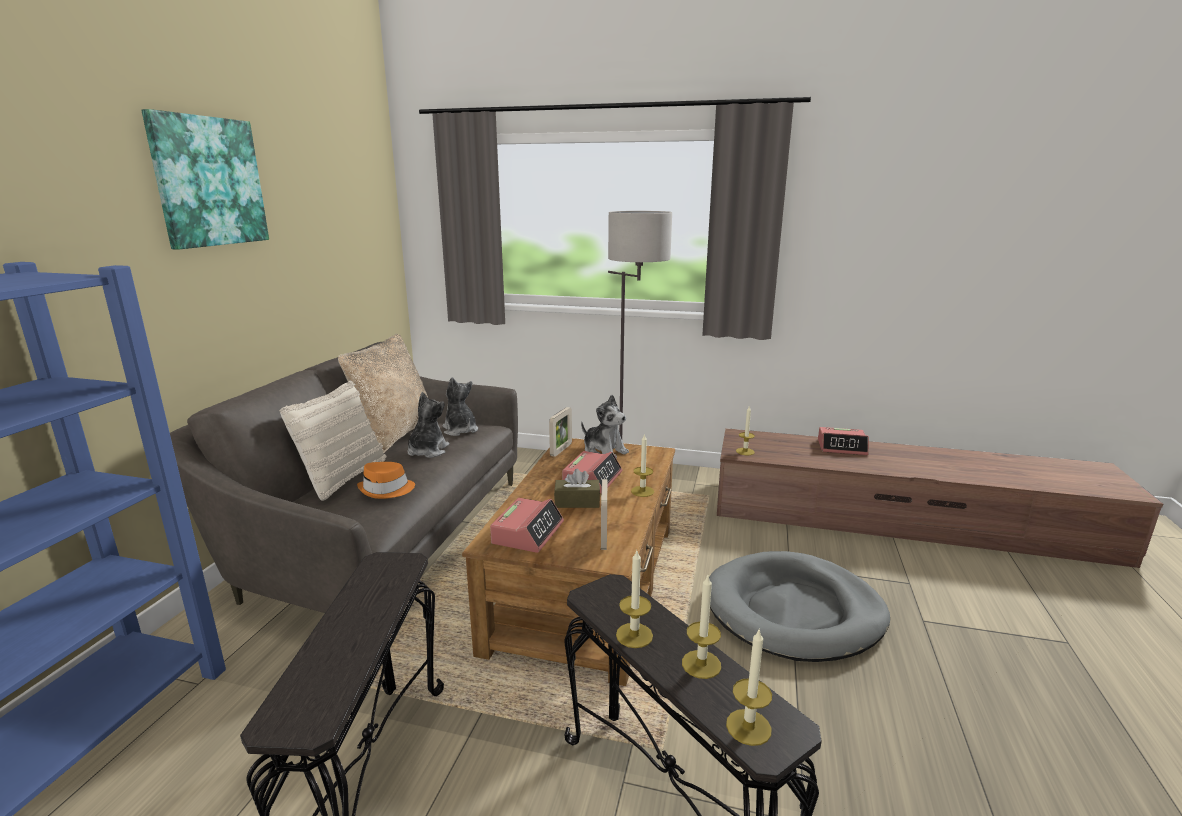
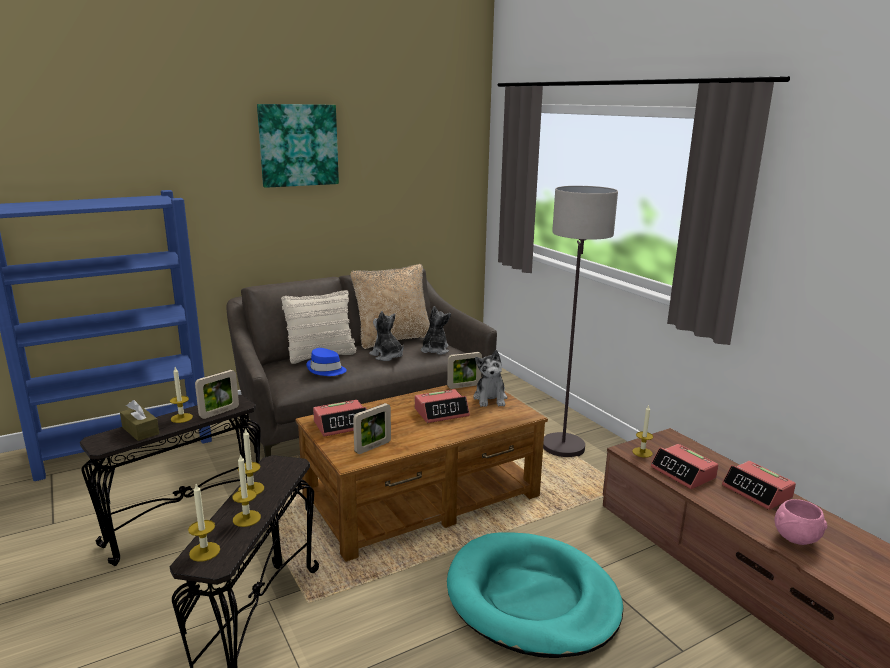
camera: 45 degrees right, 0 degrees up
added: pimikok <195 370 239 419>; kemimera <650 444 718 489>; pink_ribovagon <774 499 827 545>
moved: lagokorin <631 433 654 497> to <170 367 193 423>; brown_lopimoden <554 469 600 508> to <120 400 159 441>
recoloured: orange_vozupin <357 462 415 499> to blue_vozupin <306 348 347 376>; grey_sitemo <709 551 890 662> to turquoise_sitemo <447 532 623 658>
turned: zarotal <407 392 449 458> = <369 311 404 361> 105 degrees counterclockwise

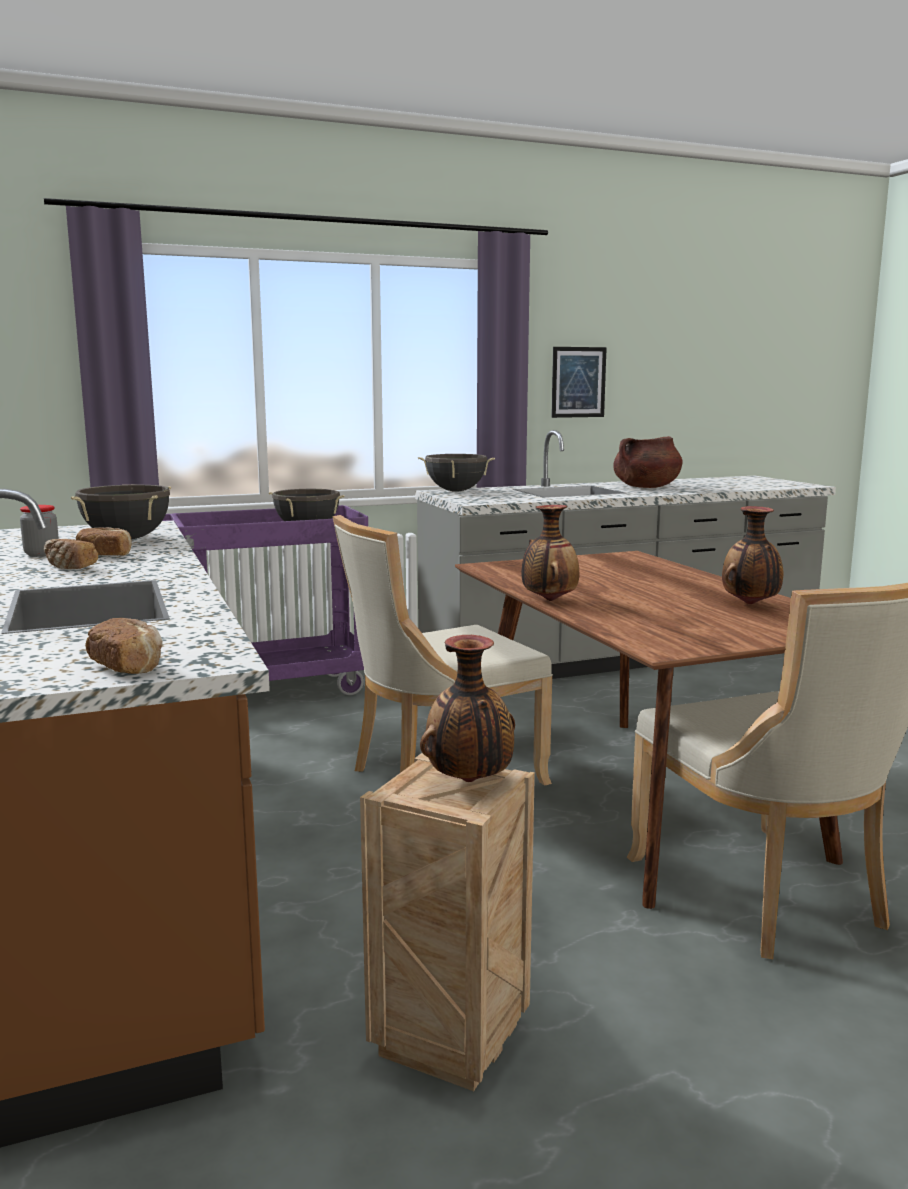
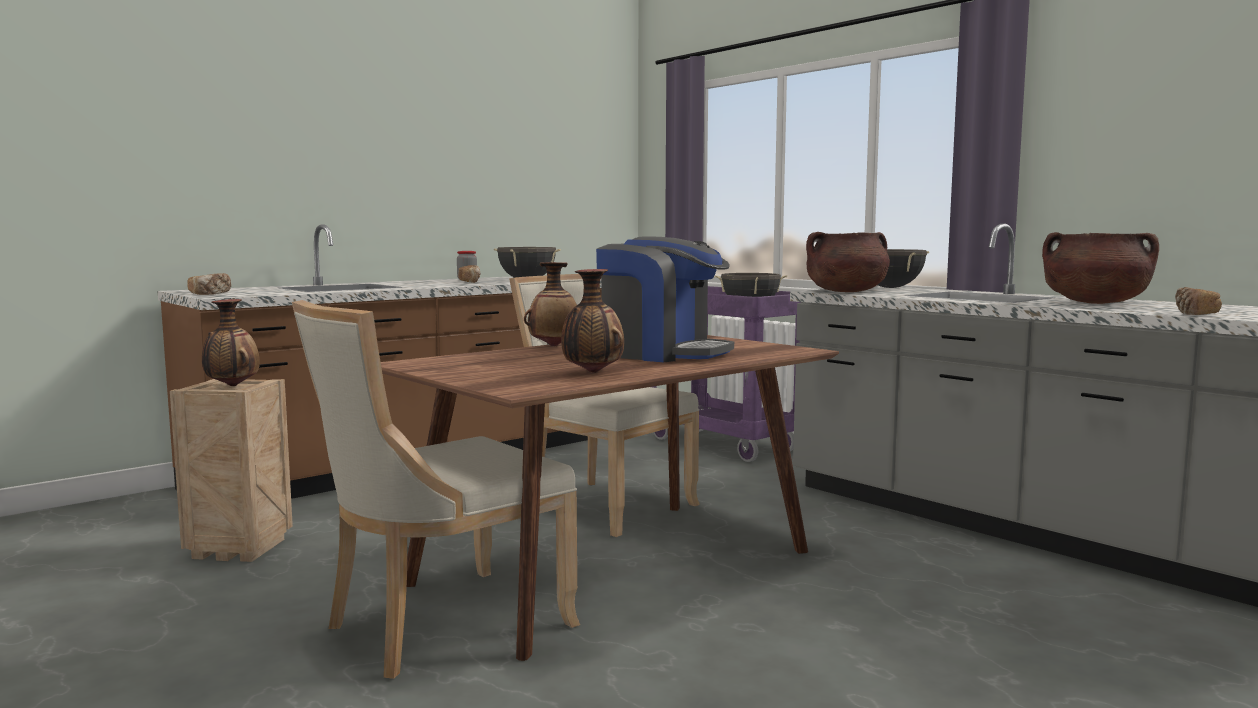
camera: 70 degrees right, 5 degrees down
removed: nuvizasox <551 347 607 418>
added: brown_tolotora <806 232 890 292>; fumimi <596 236 734 362>
moved: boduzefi <44 539 98 569> to <1175 287 1222 315>

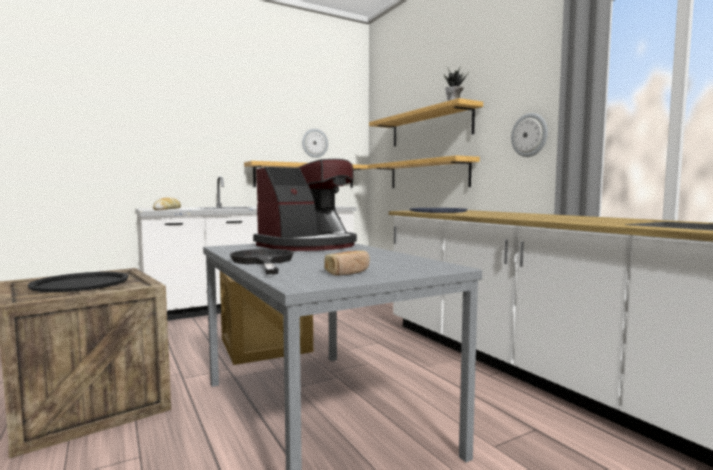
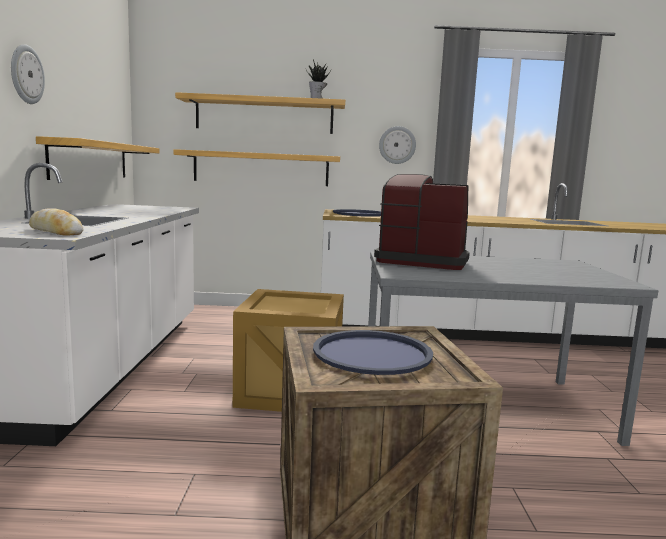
camera: 60 degrees left, 5 degrees up
removed: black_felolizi <230 249 294 274>; boduzefi <324 251 370 276>
moved: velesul <302 129 328 158> to <11 44 45 104>
recoloured: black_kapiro <28 272 128 292> to blue_kapiro <313 330 433 375>
turned: fumimi <253 159 357 251> = <374 174 470 270> 60 degrees counterclockwise

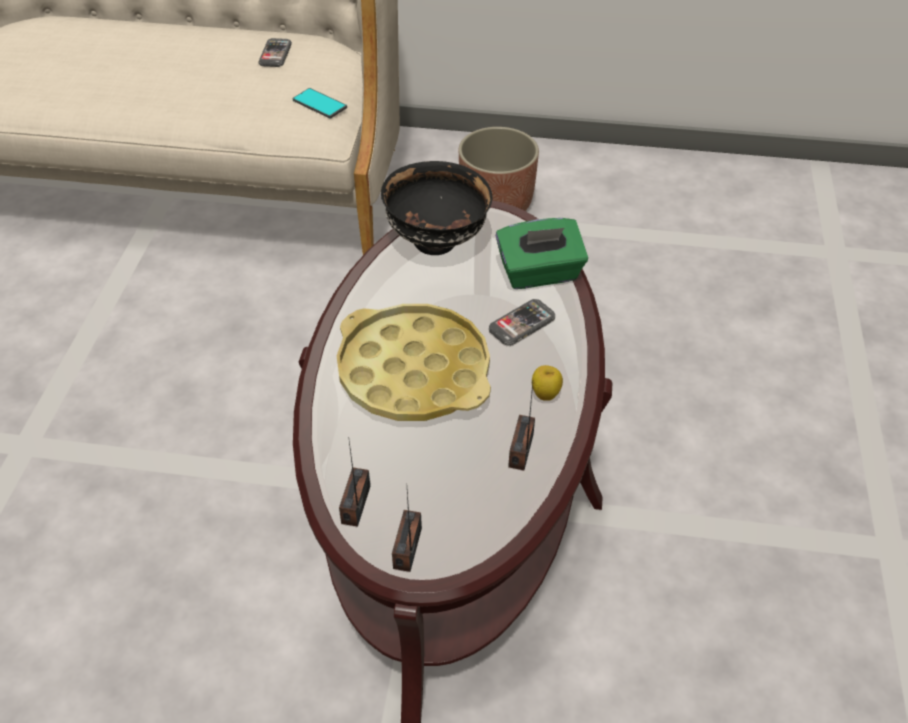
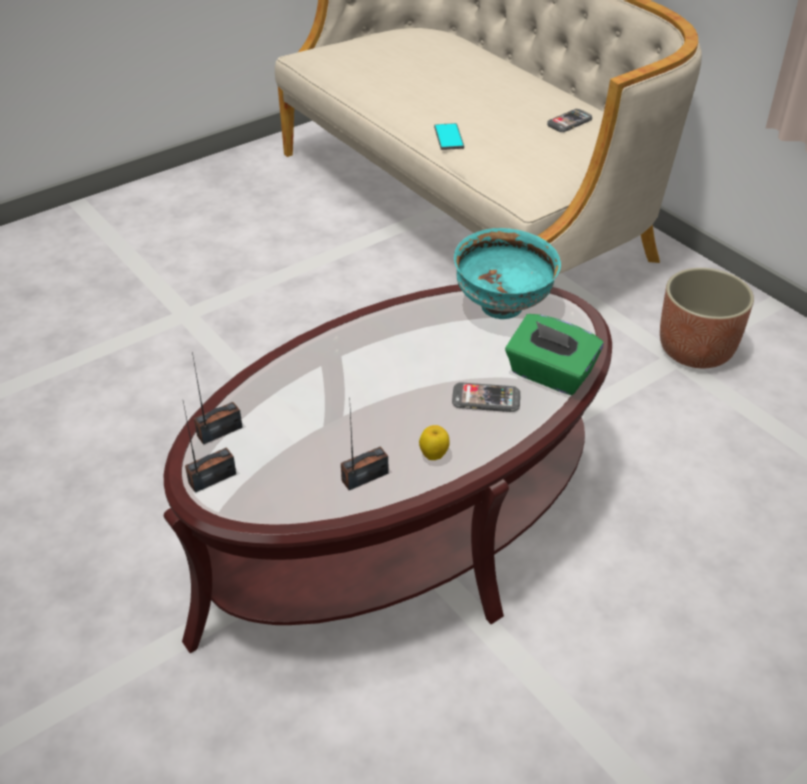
camera: 45 degrees right, 5 degrees down
removed: yellow_kapiro <337 304 491 421>
moved: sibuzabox <292 88 347 118> to <434 123 464 150>
recoloured: black_ribovagon <381 161 492 255> to turquoise_ribovagon <454 228 561 319>

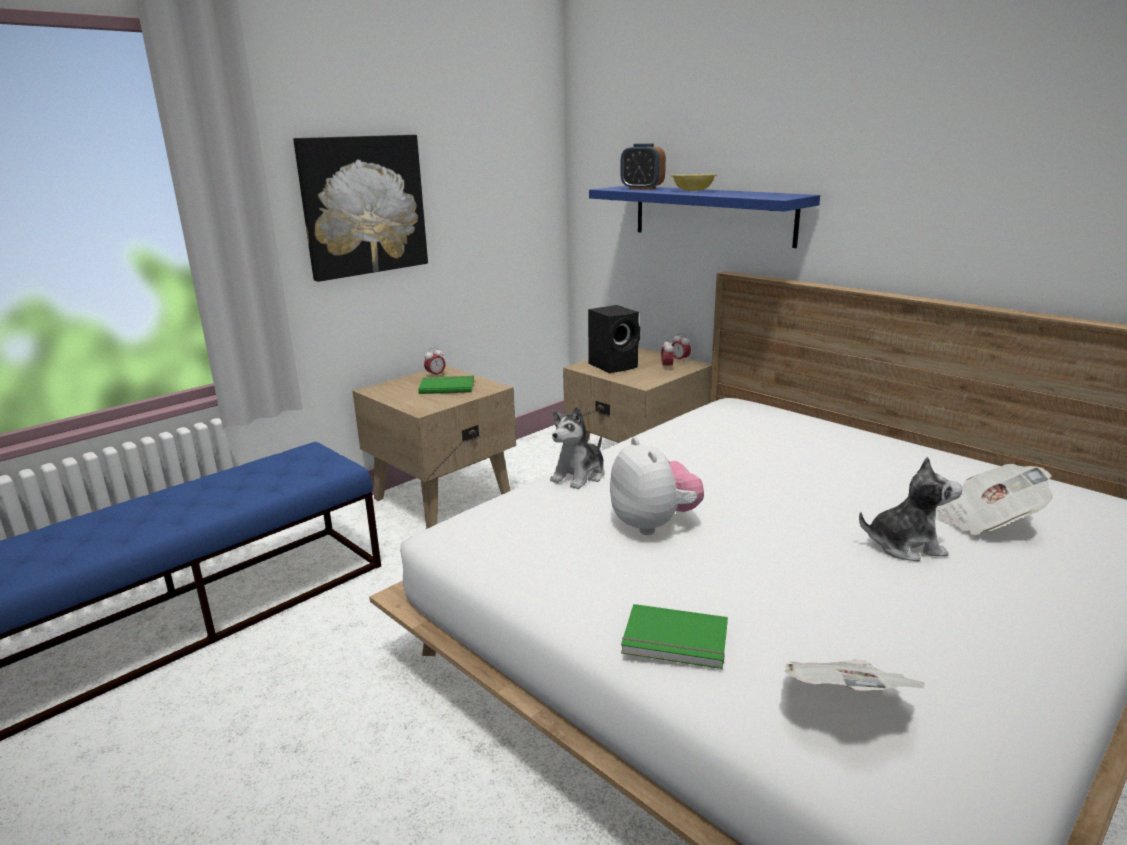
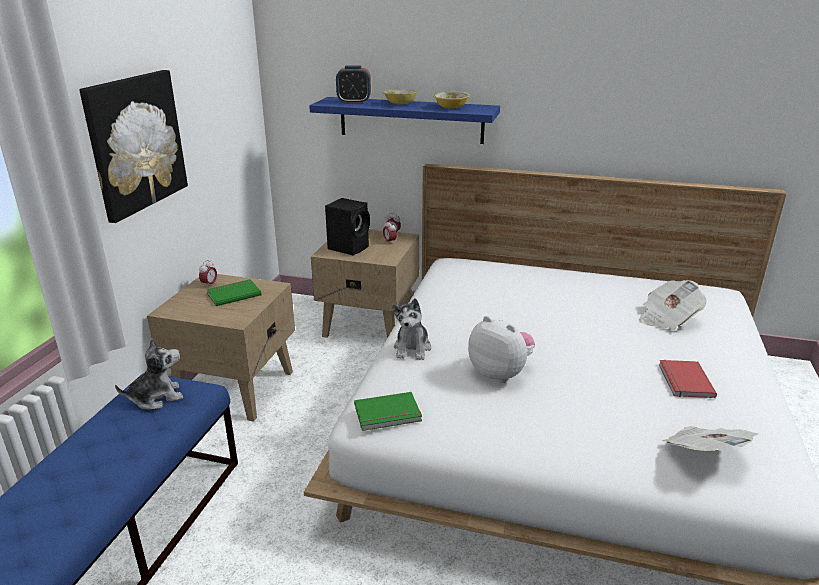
camera: 30 degrees left, 5 degrees up
added: ribovagon <433 91 470 109>; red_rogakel <659 360 717 398>
moved: zarotal <859 457 962 561> to <115 338 183 410>; green_rogakel <621 604 728 669> to <354 392 422 431>

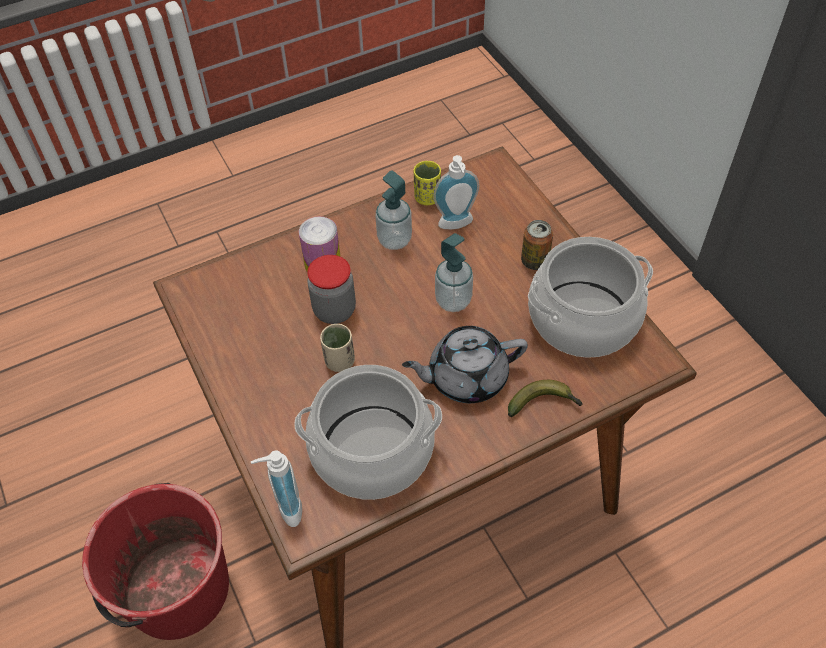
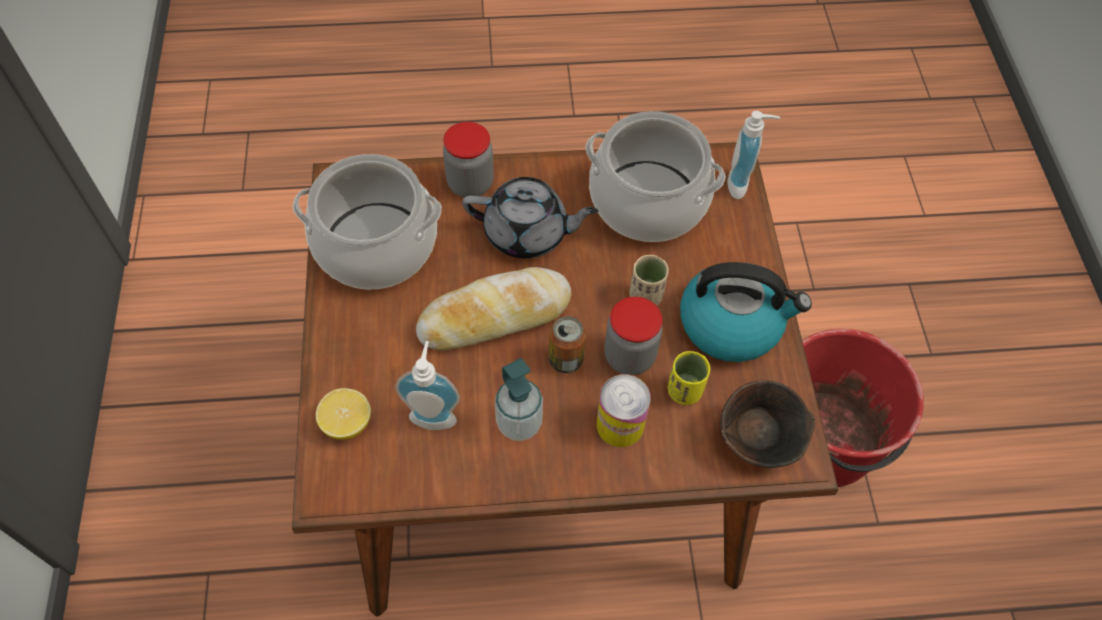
camera: 160 degrees left, 5 degrees up
added: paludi <680 262 812 362>; brown_ribovagon <721 380 815 468>; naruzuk <316 388 371 440>
moved: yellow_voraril <414 161 441 205> to <668 351 710 405>; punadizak <521 220 553 270> to <548 316 586 373>
replaced: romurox <435 233 473 312> to boduzefi <416 267 572 351>; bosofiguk <508 380 583 417> to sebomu <443 122 494 197>

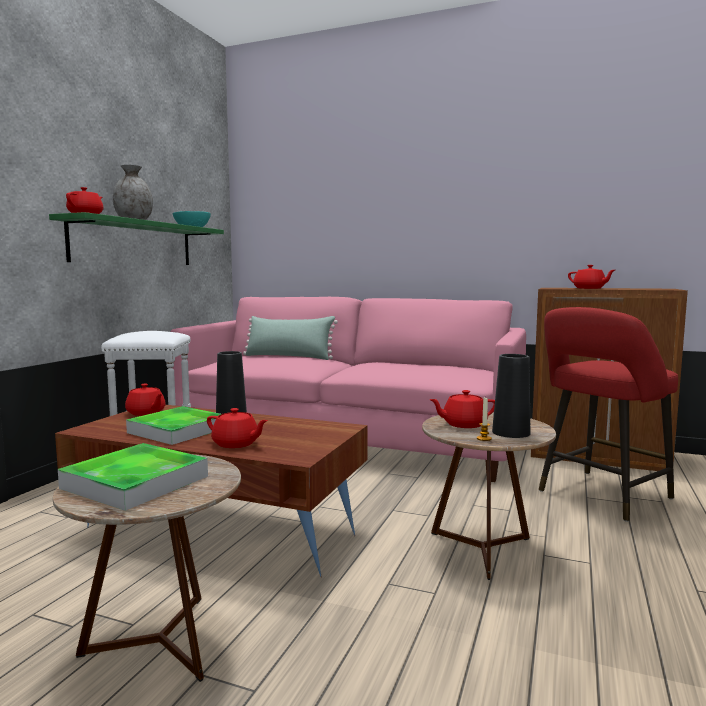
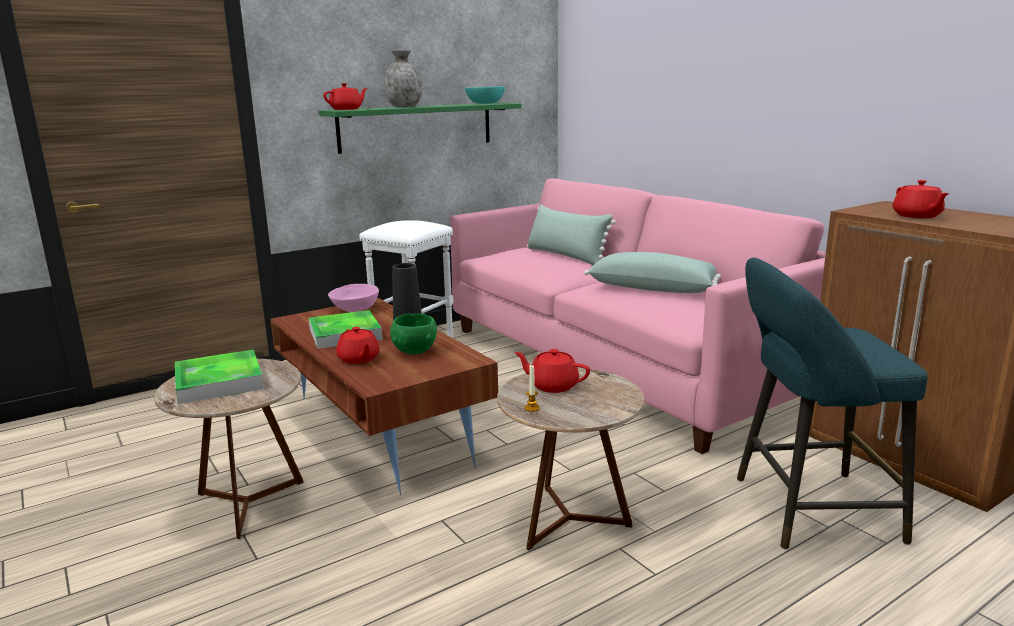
camera: 35 degrees right, 10 degrees up
removed: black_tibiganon <492 354 530 438>
added: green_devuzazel <584 252 721 293>; green_ribovagon <390 314 437 354>
replaced: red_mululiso <125 383 166 416> to pink_ribovagon <328 284 379 312>
recoloured: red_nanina <539 307 678 522> to turquoise_nanina <737 258 928 550>

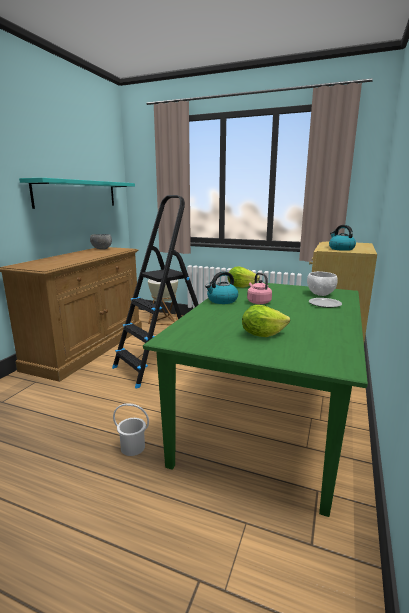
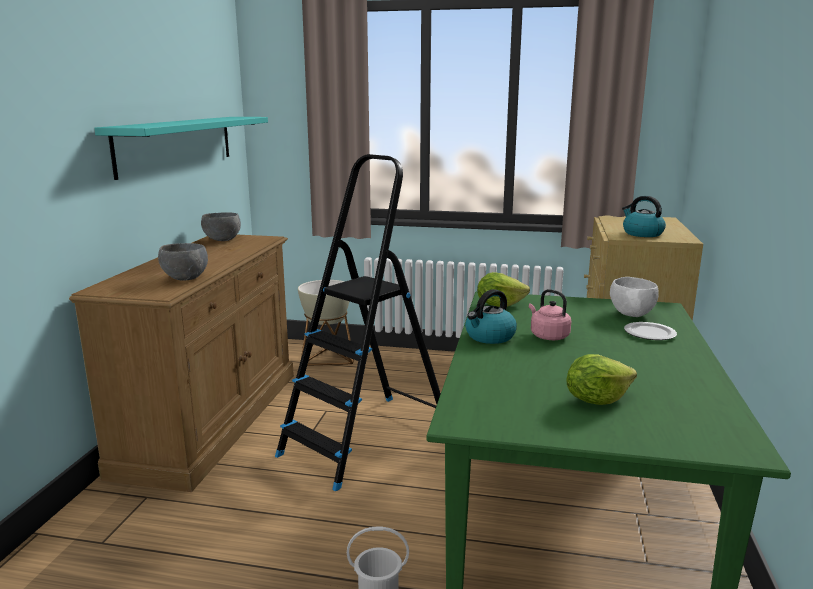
camera: 10 degrees left, 0 degrees up
added: grey_ribovagon <158 243 208 281>

